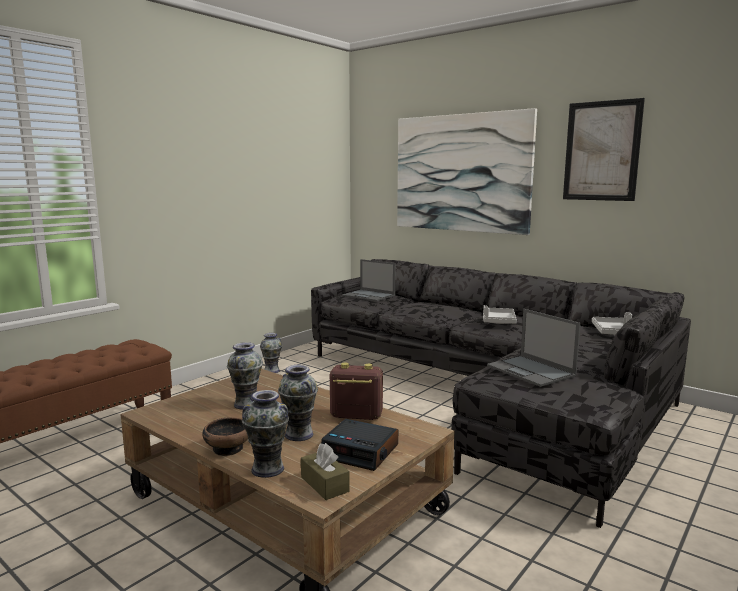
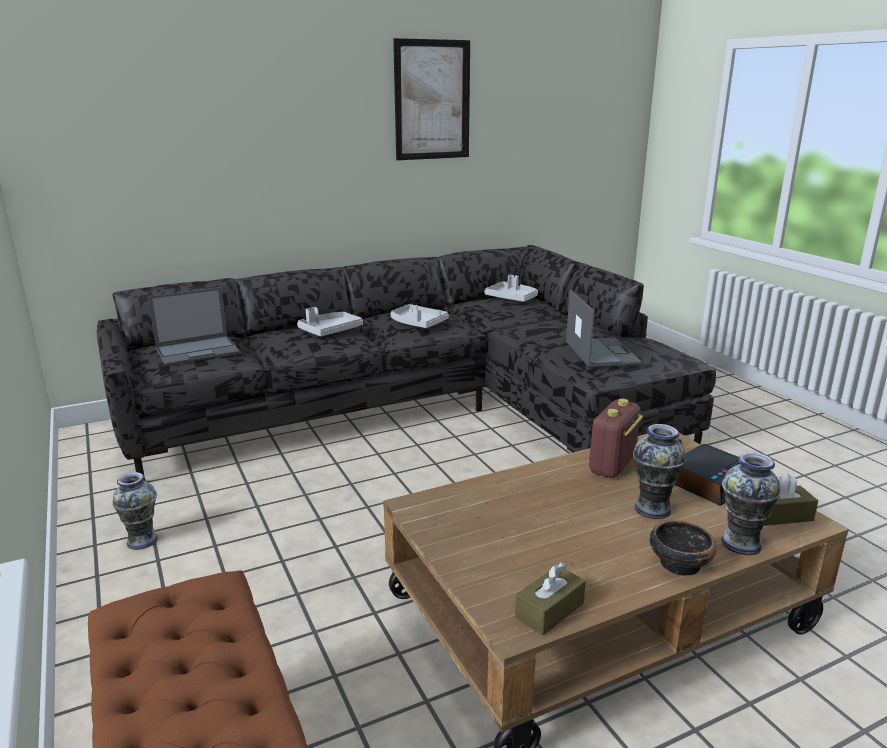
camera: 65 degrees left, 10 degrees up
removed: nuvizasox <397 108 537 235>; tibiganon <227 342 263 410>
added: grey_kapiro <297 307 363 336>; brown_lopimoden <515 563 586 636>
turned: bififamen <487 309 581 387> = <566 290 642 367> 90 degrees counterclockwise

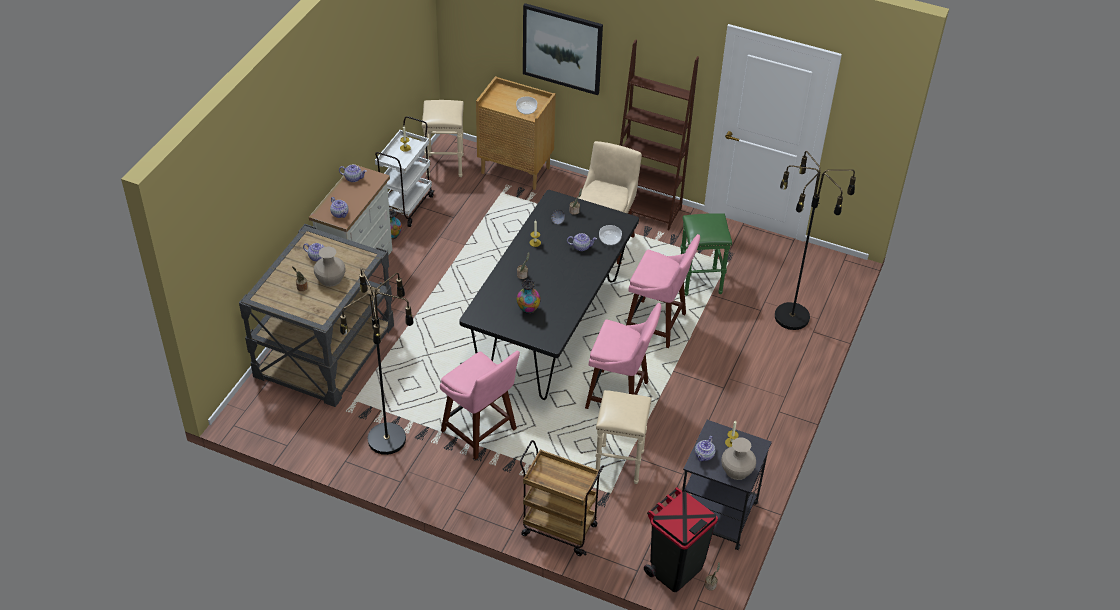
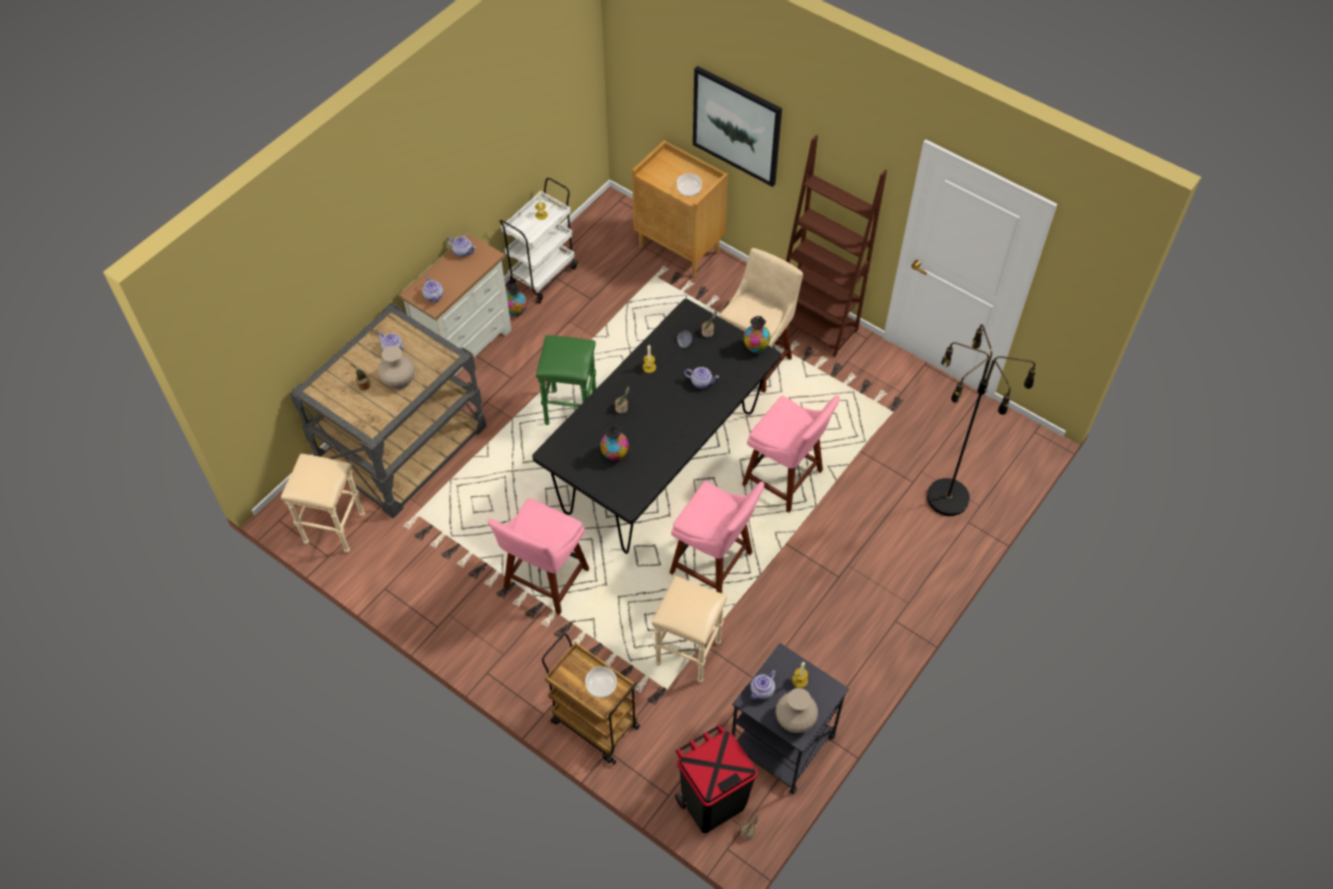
camera: 15 degrees right, 10 degrees up
removed: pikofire <340 269 413 455>
added: tibiganon <743 316 770 354>
moved: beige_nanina <422 100 464 177> to <281 454 365 553>; green_nanina <680 213 732 296> to <536 335 596 425>; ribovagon <599 225 622 245> to <585 666 617 698>
turned: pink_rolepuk <440 351 520 460> = <488 498 589 615> 60 degrees clockwise

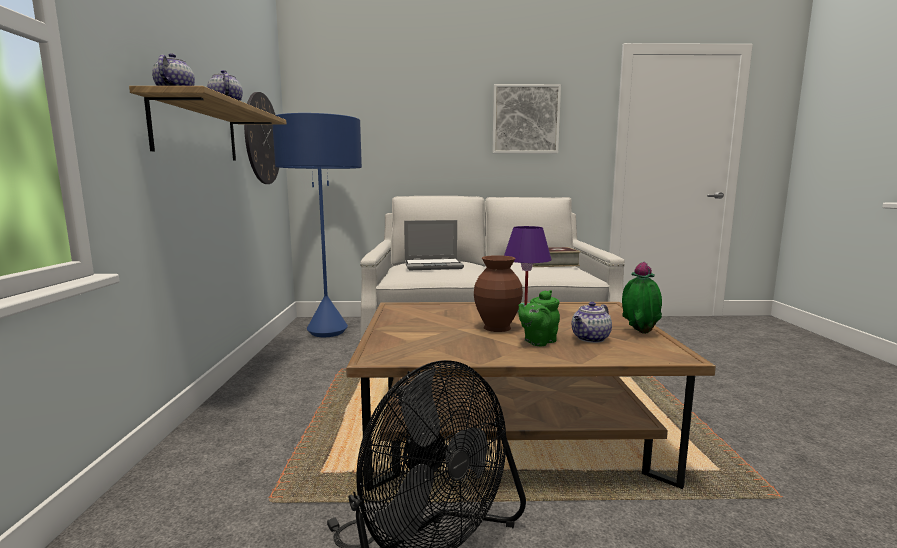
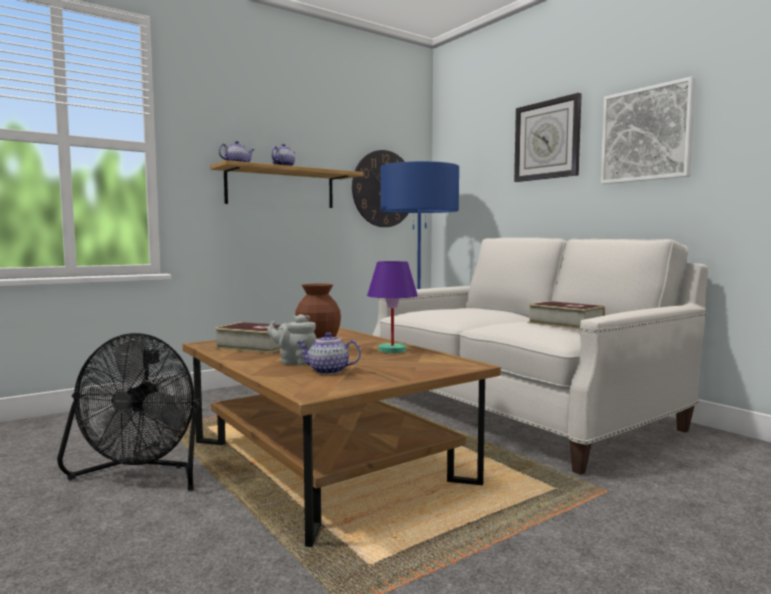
camera: 55 degrees right, 5 degrees down
removed: bififamen <404 220 464 270>; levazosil <622 261 662 334>
added: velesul <514 93 582 182>; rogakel <214 322 281 353>
recoloured: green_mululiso <518 290 560 346> to grey_mululiso <267 314 317 365>

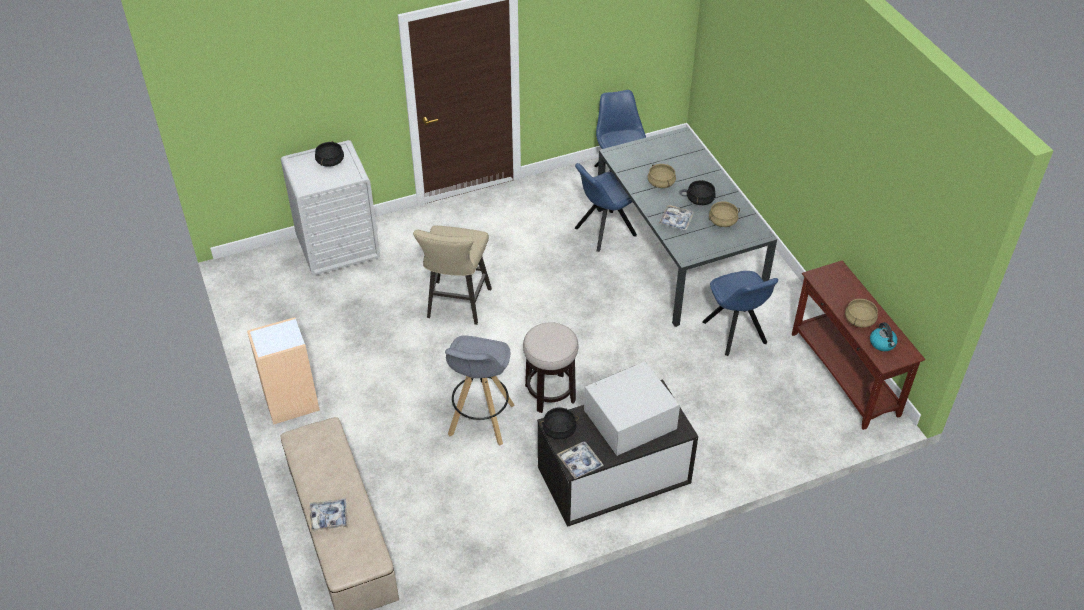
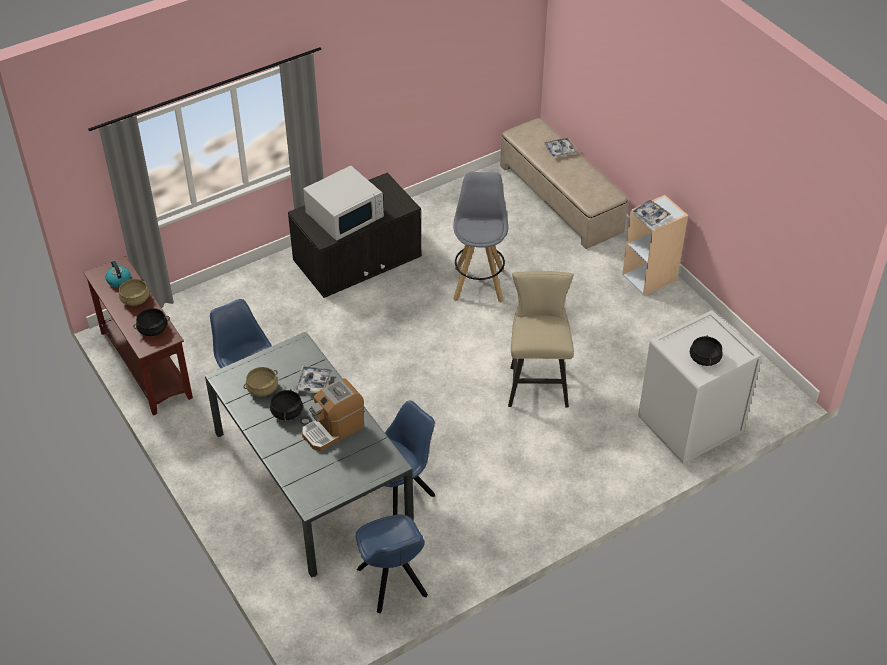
camera: 170 degrees right, 0 degrees up
removed: nanina <523 322 578 413>
moved: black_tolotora <539 407 579 439> to <133 308 170 336>; kapiro <557 442 604 479> to <631 200 671 226>
replaced: beige_tolotora <648 164 676 188> to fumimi <302 378 364 451>

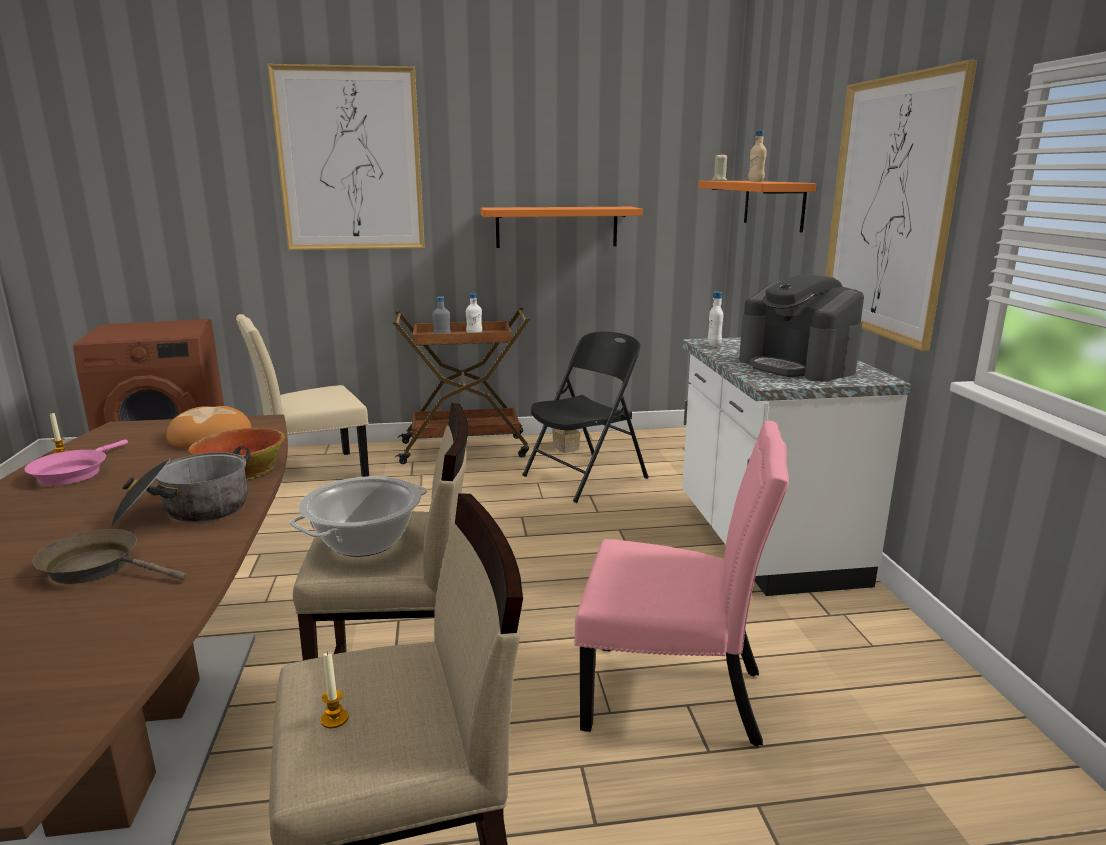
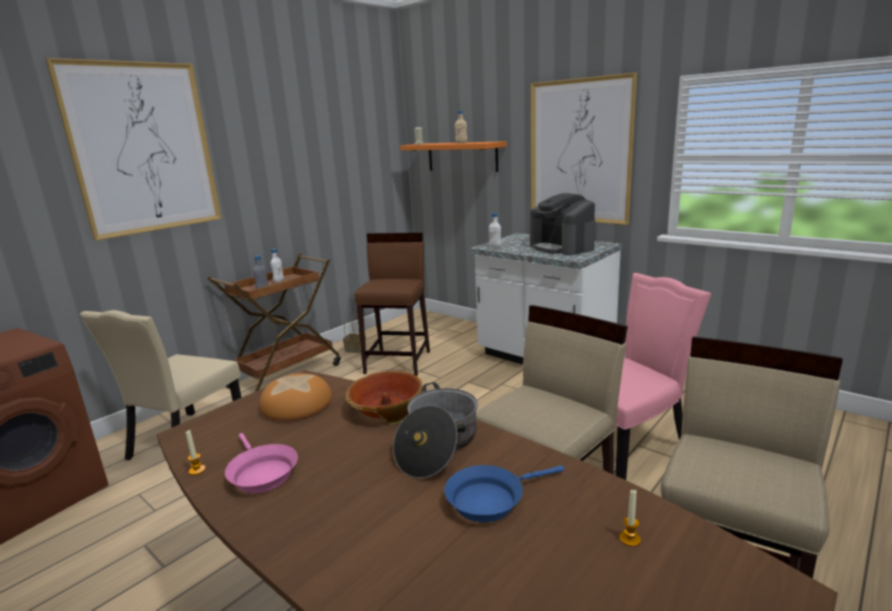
camera: 40 degrees left, 0 degrees up
removed: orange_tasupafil <481 207 643 248>; tolotora <290 476 427 557>
moved: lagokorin <321 652 349 728> to <620 489 641 547>
replaced: black_rolepuk <522 332 648 503> to brown_nanina <354 233 430 376>
recoloured: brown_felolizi <32 529 187 584> to blue_felolizi <444 465 564 522>
turned: fumimi <739 274 864 382> = <530 193 595 255> 45 degrees clockwise

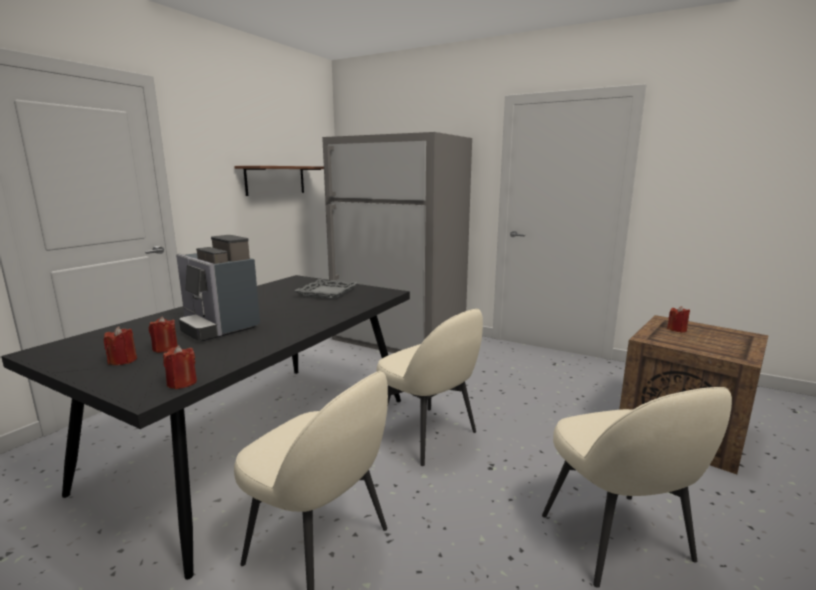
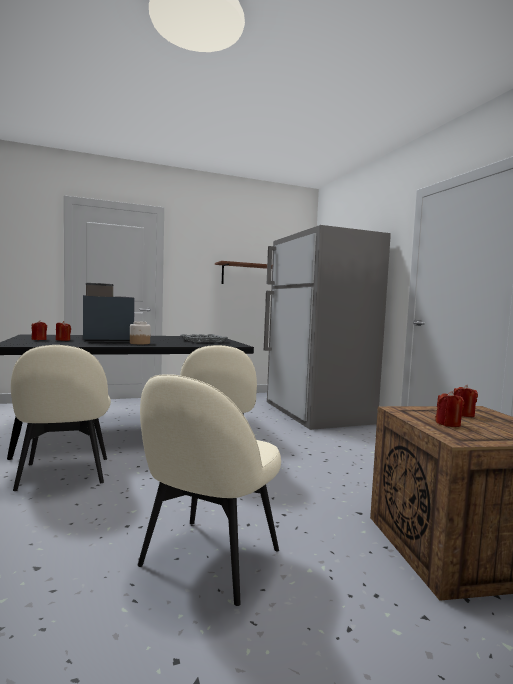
camera: 40 degrees right, 10 degrees down
added: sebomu <130 322 151 344>
moved: red_lagokorin <163 345 197 389> to <435 391 464 427>
turned: fumimi <176 235 260 341> = <83 283 135 341> 75 degrees clockwise

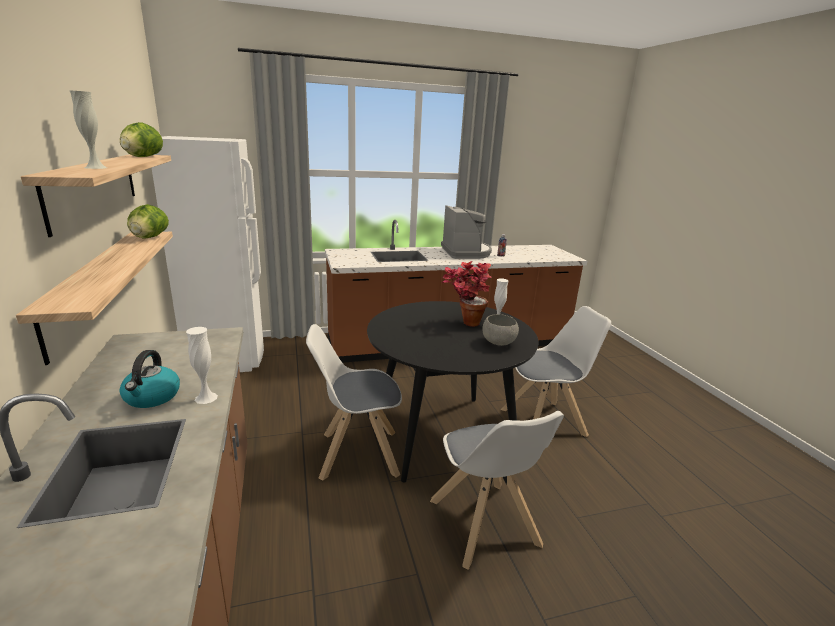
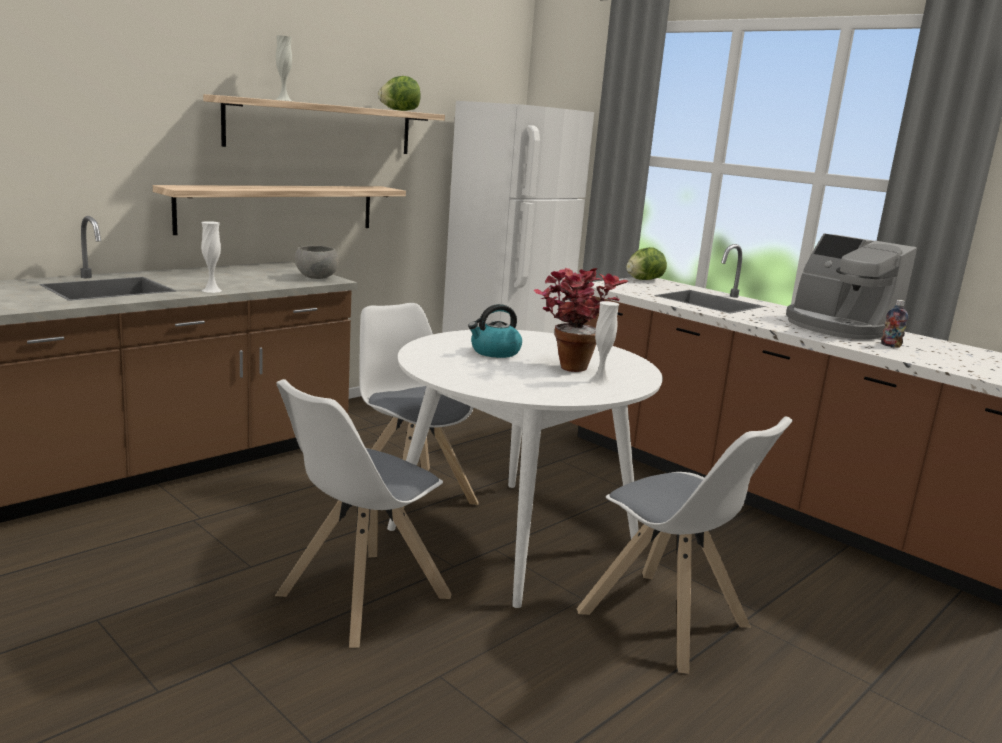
camera: 60 degrees right, 5 degrees down
moved: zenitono <127 204 169 239> to <626 247 667 280>; grey_ribovagon <482 314 519 346> to <294 246 339 279>; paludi <119 350 180 408> to <468 304 522 358>
recoloured: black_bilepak <367 301 539 482> to white_bilepak <387 330 663 608>
turned: fumimi <441 205 492 259> = <786 234 917 340> 90 degrees clockwise

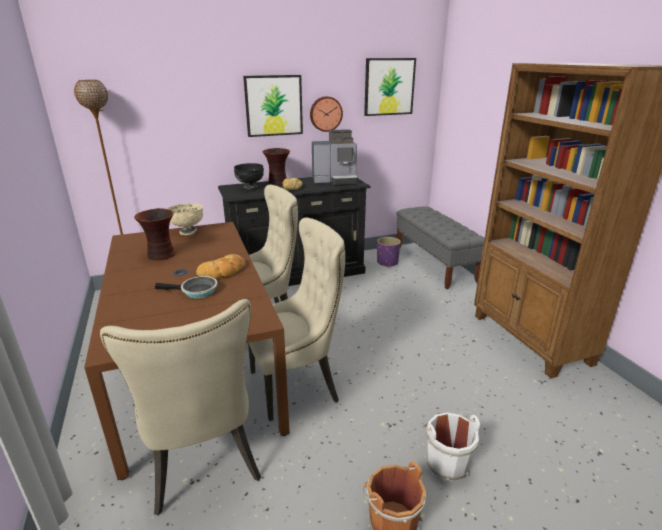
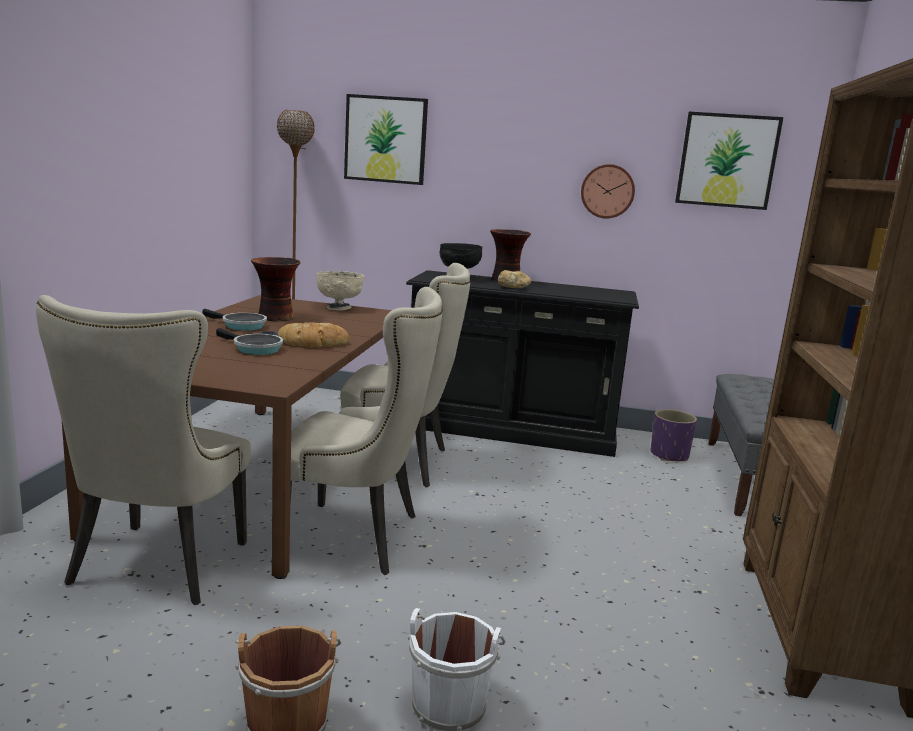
camera: 30 degrees right, 10 degrees down
removed: fumimi <312 129 358 186>
added: felolizi <202 309 267 331>
moved: nuvizasox <243 75 303 137> to <344 94 428 185>

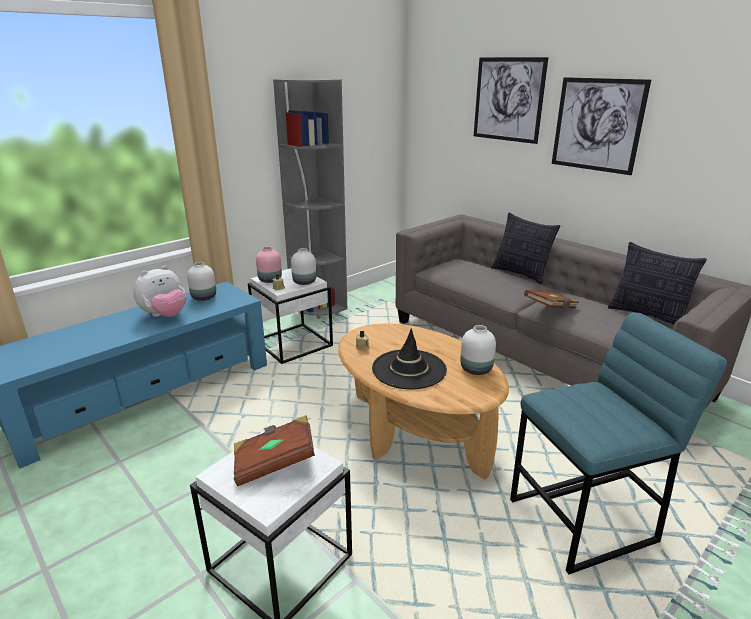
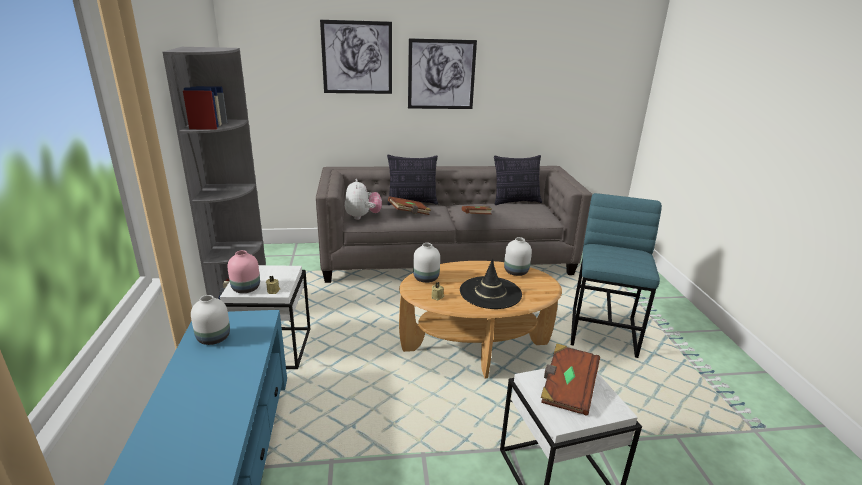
camera: 55 degrees left, 0 degrees up
added: brown_rogakel <388 196 431 215>
moved: white_tibiganon <291 248 316 285> to <413 243 440 283>; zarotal <133 266 186 317> to <345 179 382 220>

